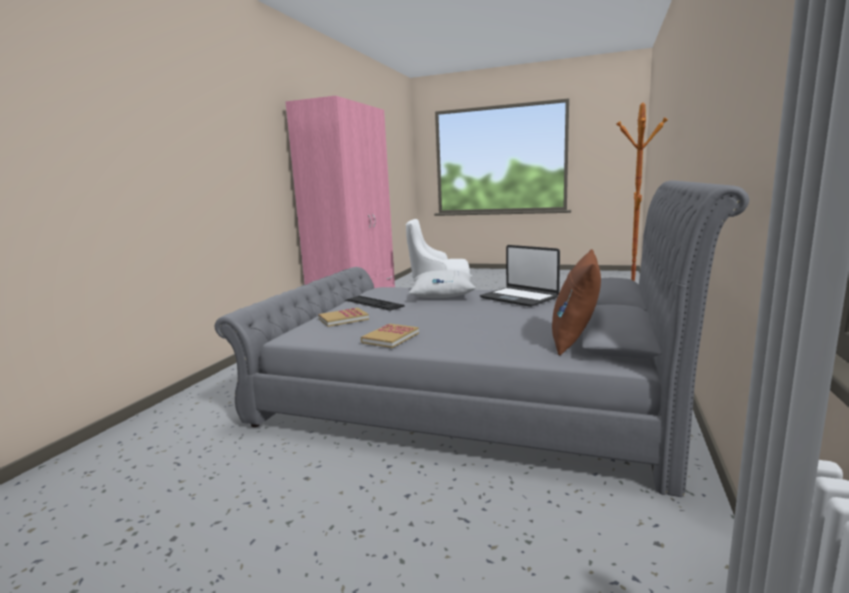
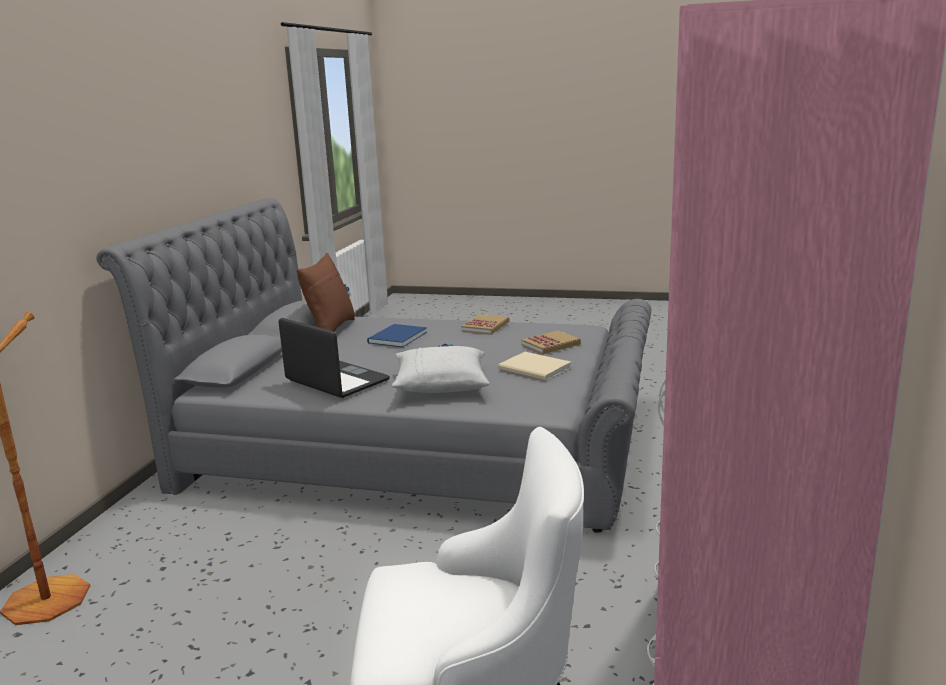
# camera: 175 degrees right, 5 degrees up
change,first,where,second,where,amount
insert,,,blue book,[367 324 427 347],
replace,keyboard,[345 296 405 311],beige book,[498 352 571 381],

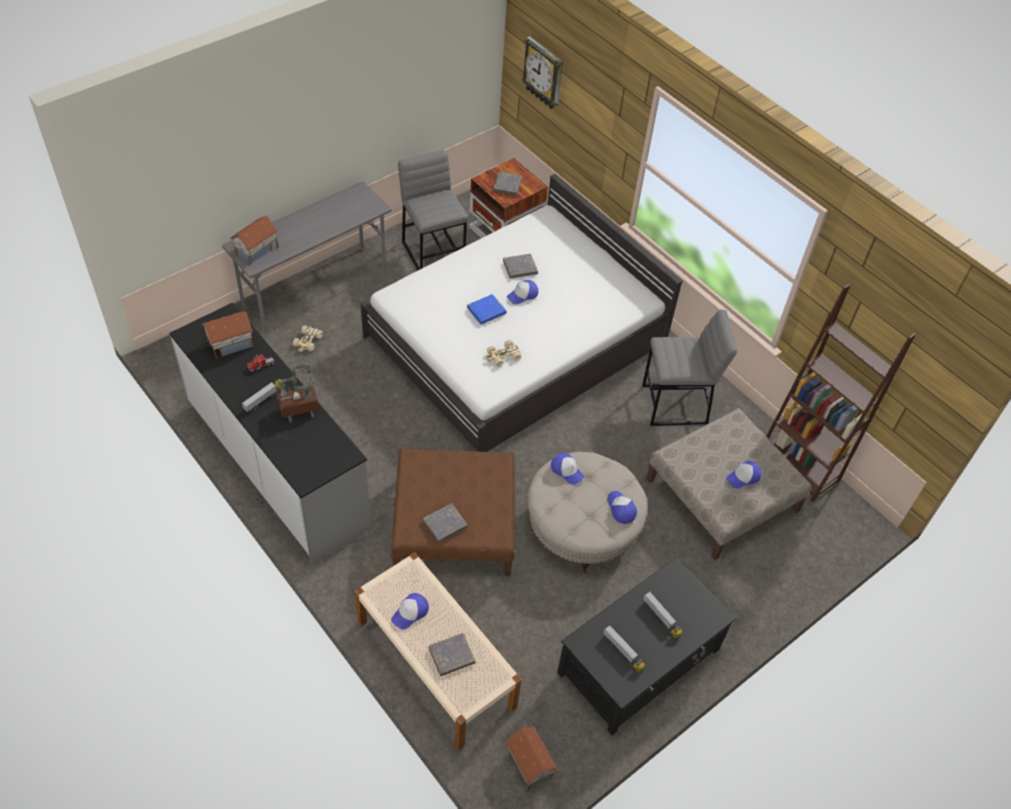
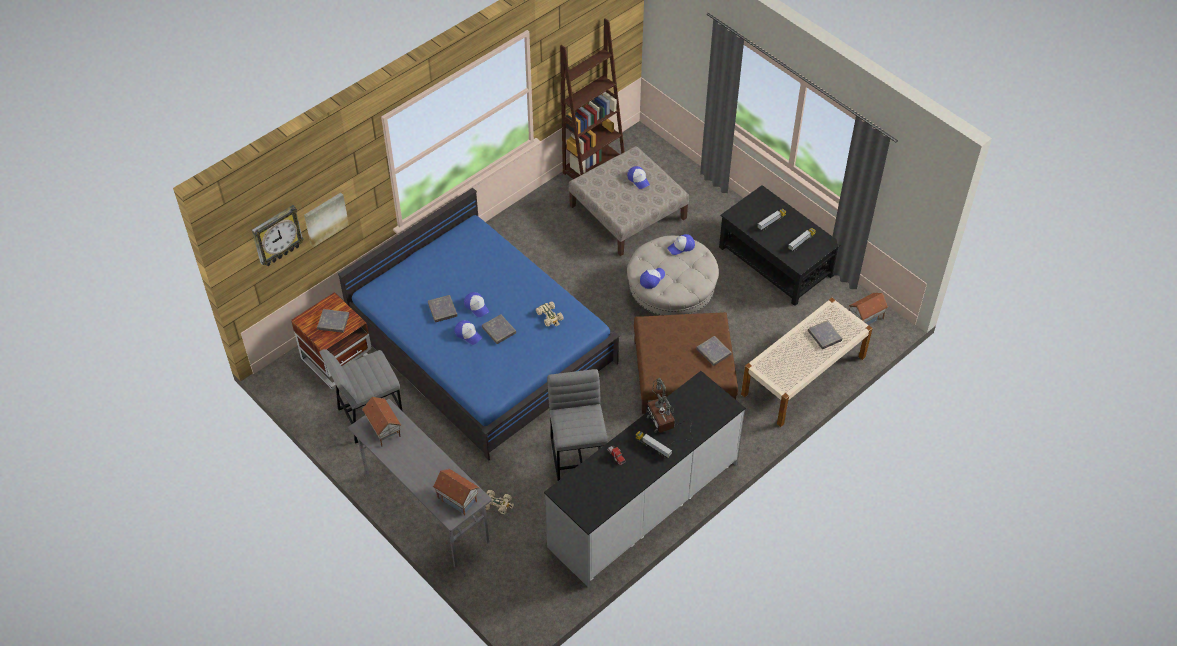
# camera: 90 degrees left, 0 degrees up
change,first,where,second,where,amount
insert,,,picture,[304 193 349 247],
recolor,white bed,[360 174 683 452],blue bed,[338 188 619 461],
move,toy house,[201 311 253 359],,[362 397 401 447],
move,cap,[391 593 429 629],,[455 320 482 345],
recolor,blue book,[467 294 507 324],grey book,[482 315 516 344],
move,grey chair,[642 310 737 426],,[547 369 608 481],

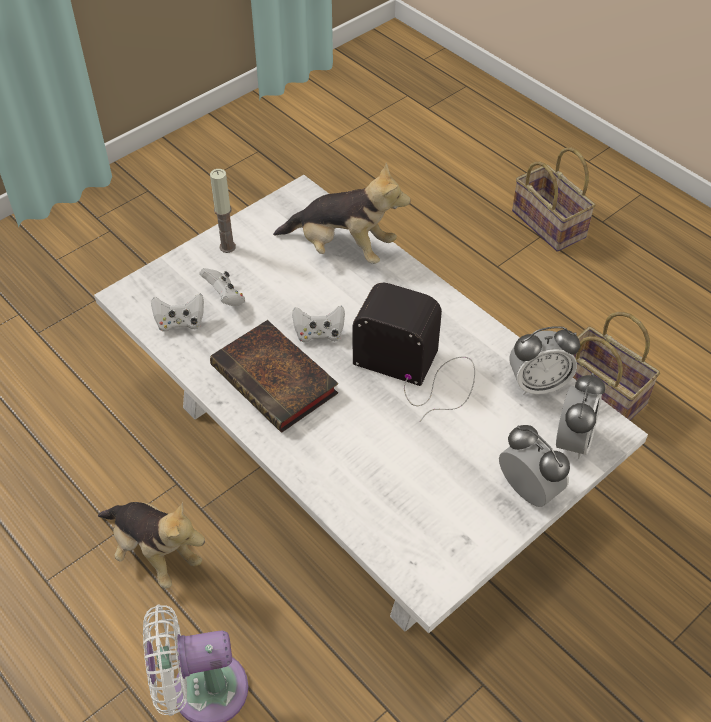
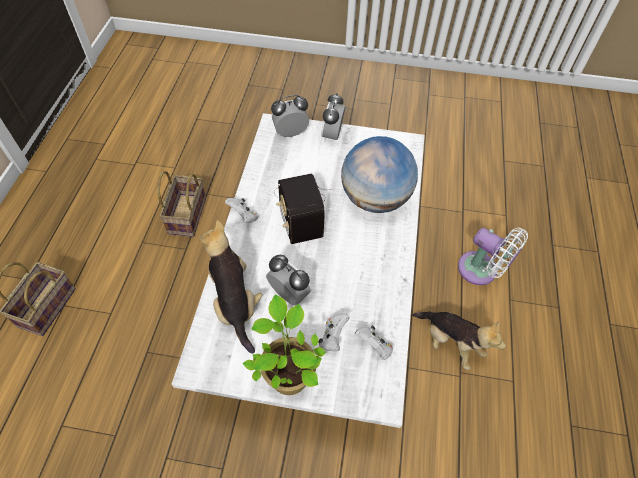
# camera: 130 degrees left, 5 degrees up
change,first,where,second,where,amount
move,white game controller,[292 305 345 343],,[225 198 258 223],
replace,candle,[210 169 236 253],potted plant,[243 295 326 395],
move,alarm clock,[509 326 580 395],,[266 255 312 306],
insert,,,globe,[341 136 418 213],
rotate,plush toy,[98 502 205 589],,[412 312 506 370],135 degrees clockwise
delete,book,[210 320 338 433],,,

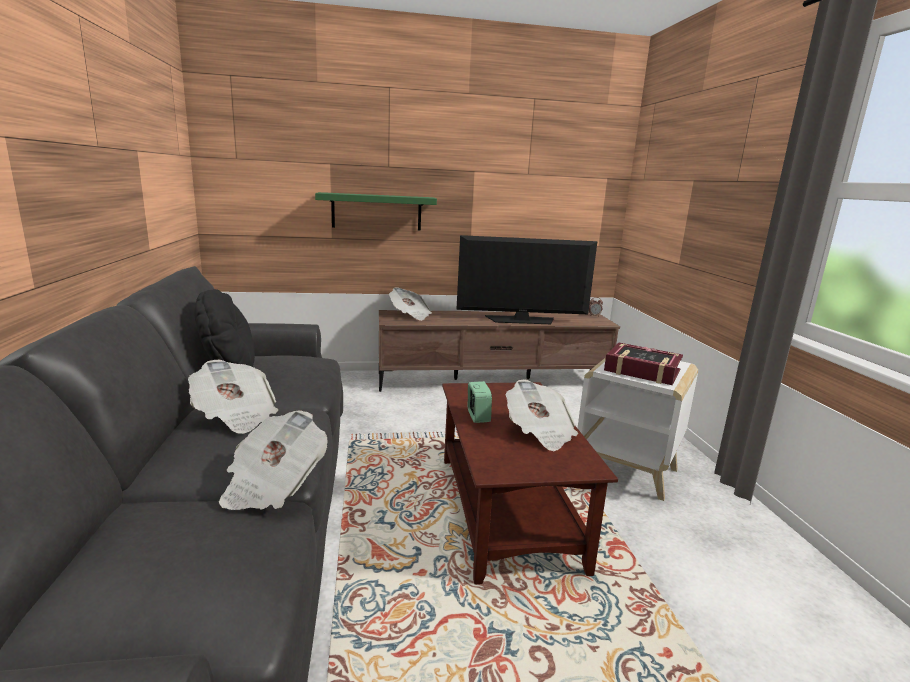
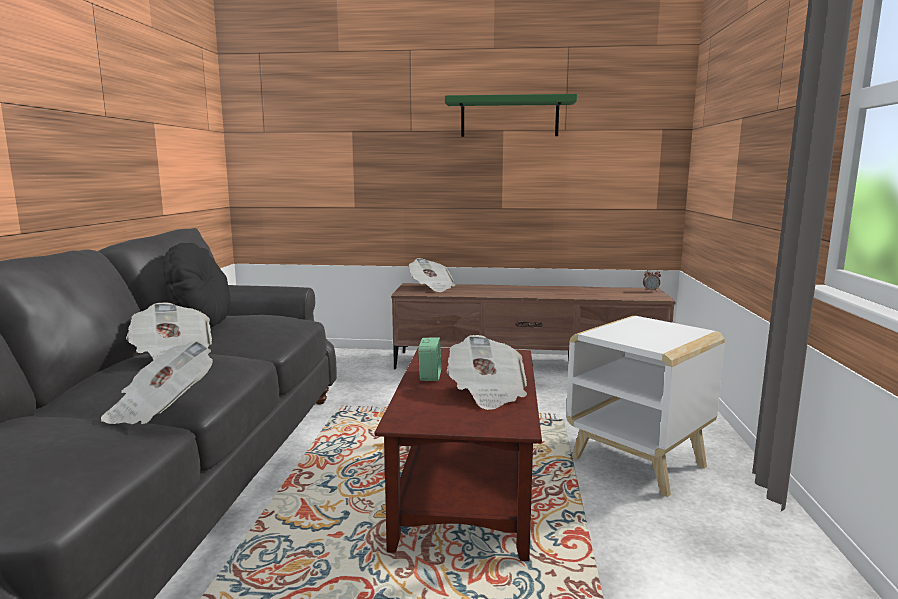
# camera: 15 degrees right, 5 degrees down
change,first,where,second,where,amount
move,green shelf,[315 192 437 231],,[445 94 577 137],
delete,television,[456 235 597 324],,,
delete,book,[604 343 683 385],,,

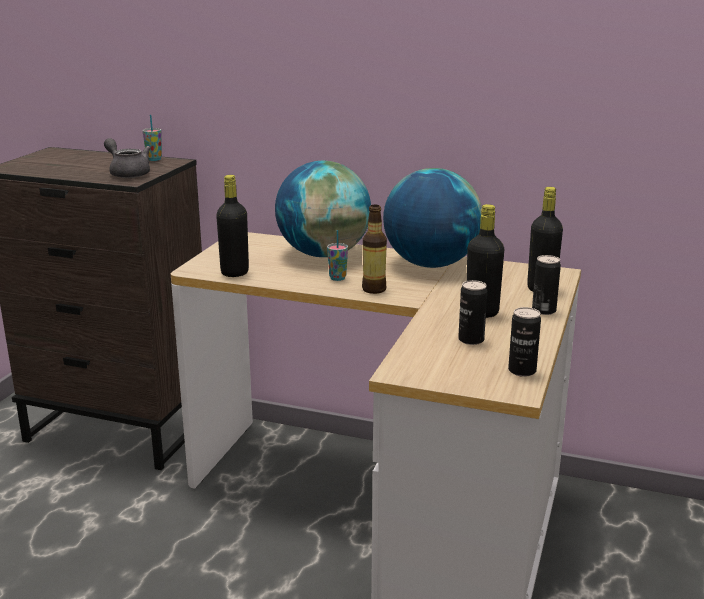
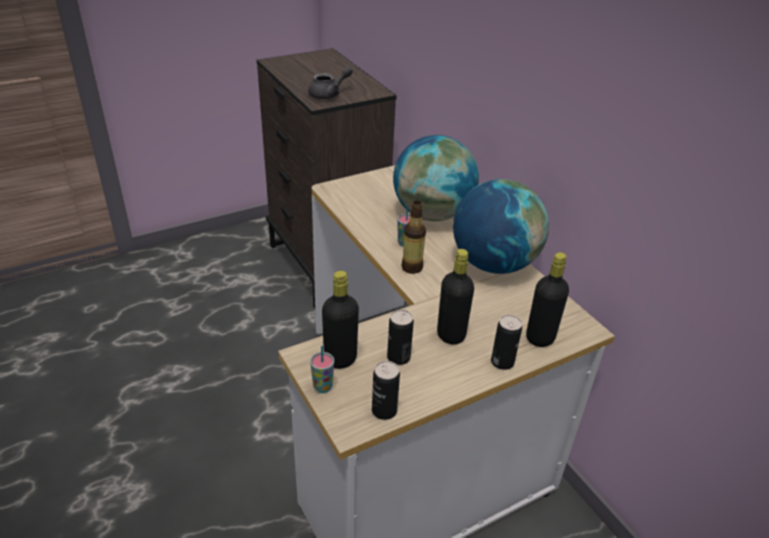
# camera: 40 degrees right, 15 degrees up
change,first,where,second,where,amount
rotate,grey teapot,[104 138 151 178],,[308 66 353 99],60 degrees clockwise
move,cup,[143 115 162 161],,[310 346 334 393],
move,black bottle,[216 175 249 277],,[322 271 359 369],

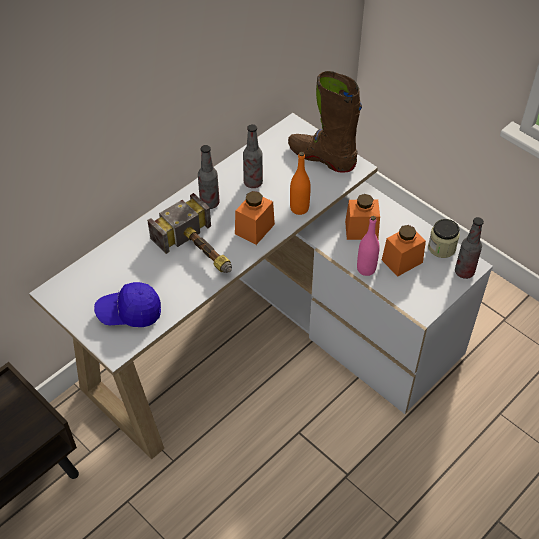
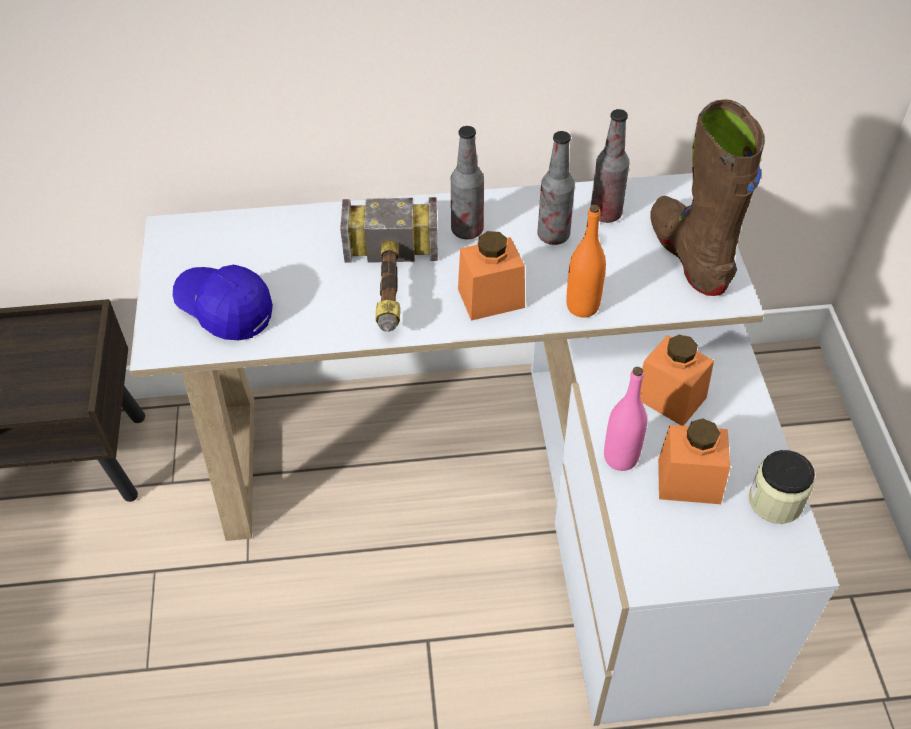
# camera: 40 degrees right, 0 degrees up
change,first,where,second,where,amount
move,bottle,[455 217 484 279],,[591 109 630 223],

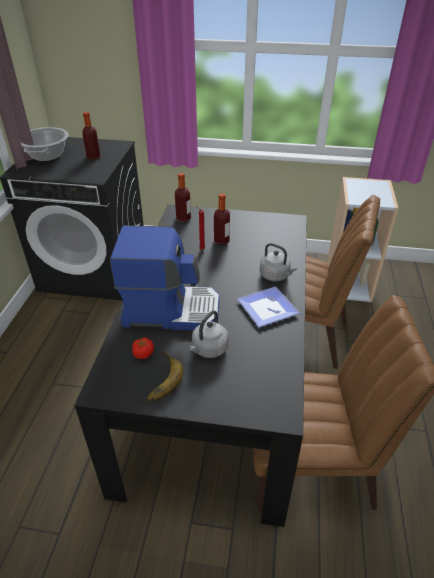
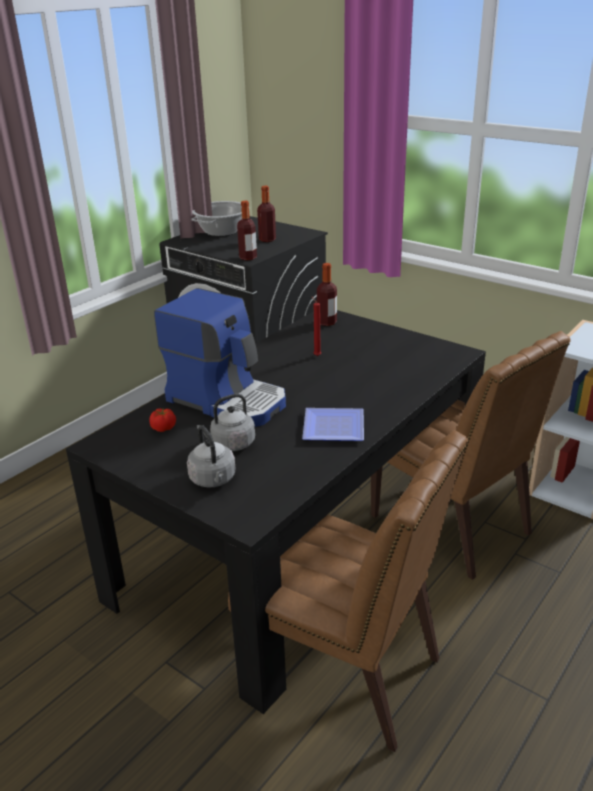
# camera: 30 degrees right, 10 degrees down
change,first,where,second,where,amount
move,grey kettle,[260 243 297 281],,[187 425 236 487],
move,bottle,[214 193 230 245],,[237 201 257 261],
delete,banana,[146 351 183 402],,,

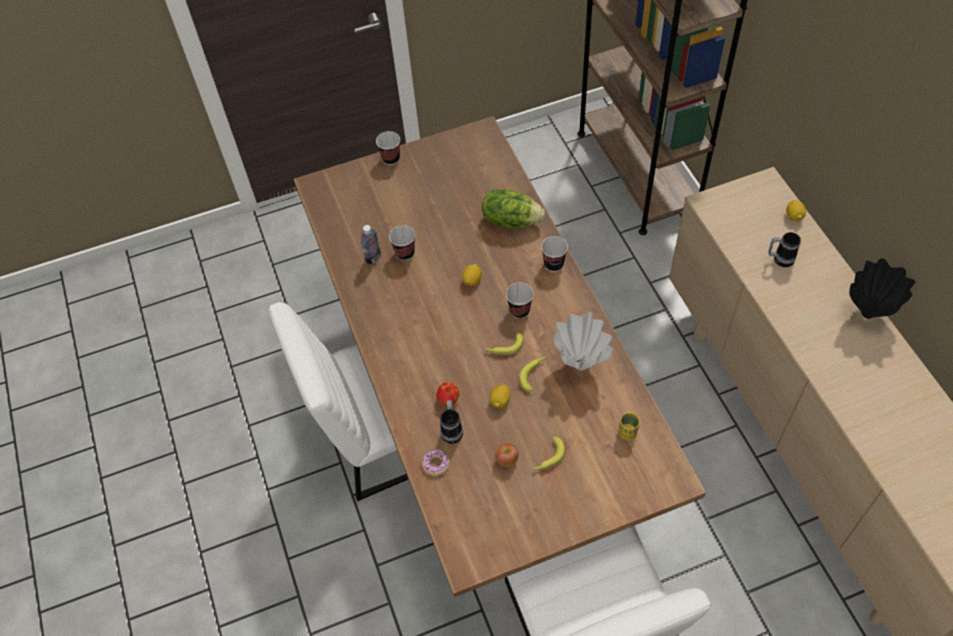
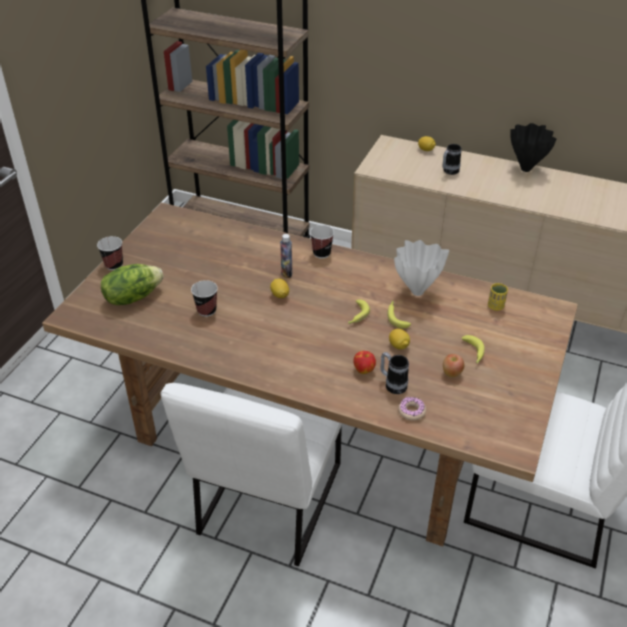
# camera: 50 degrees left, 15 degrees down
change,first,where,second,where,amount
move,lettuce,[482 189 545 228],,[101 264 163 305],
move,bottle,[361 225 381 265],,[280 234 292 278],
delete,cup,[506 283 533 319],,,

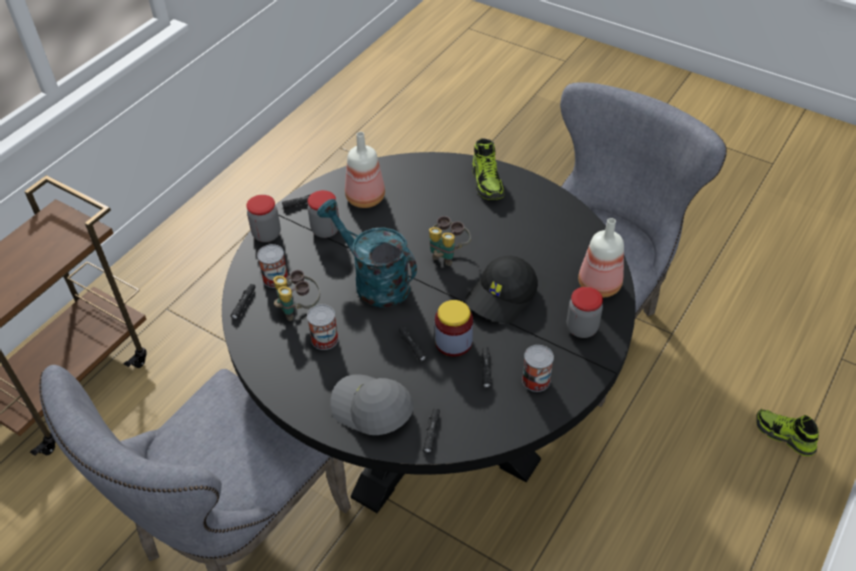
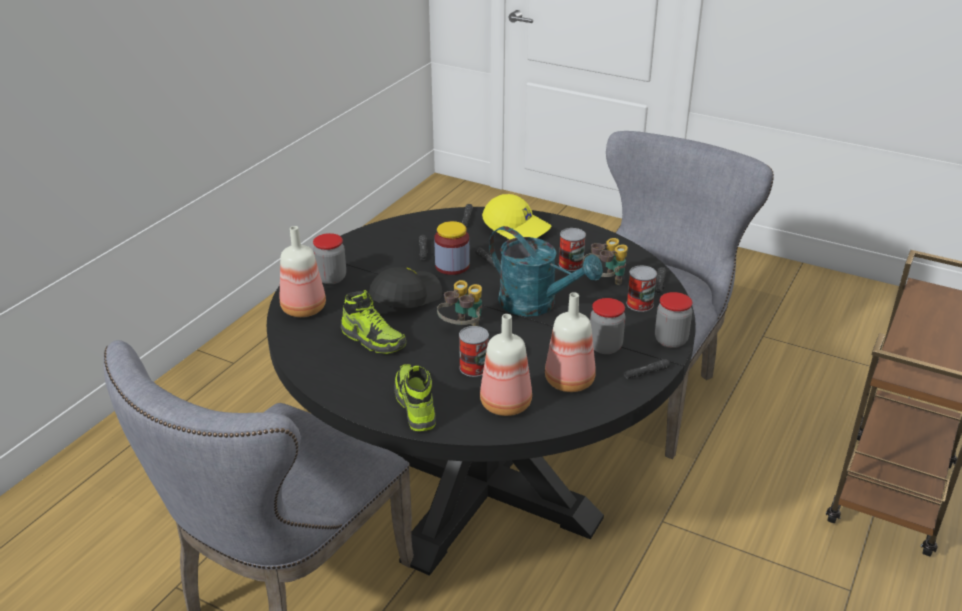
# camera: 175 degrees right, 15 degrees down
change,first,where,second,where,amount
move,shoe,[756 409 819 456],,[341 290 406 354],
move,can,[522 345 554 392],,[459 326 489 377],
insert,,,bottle,[480 314 532 416],
recolor,grey cap,[331 374 414 435],yellow cap,[482 194 551 239],

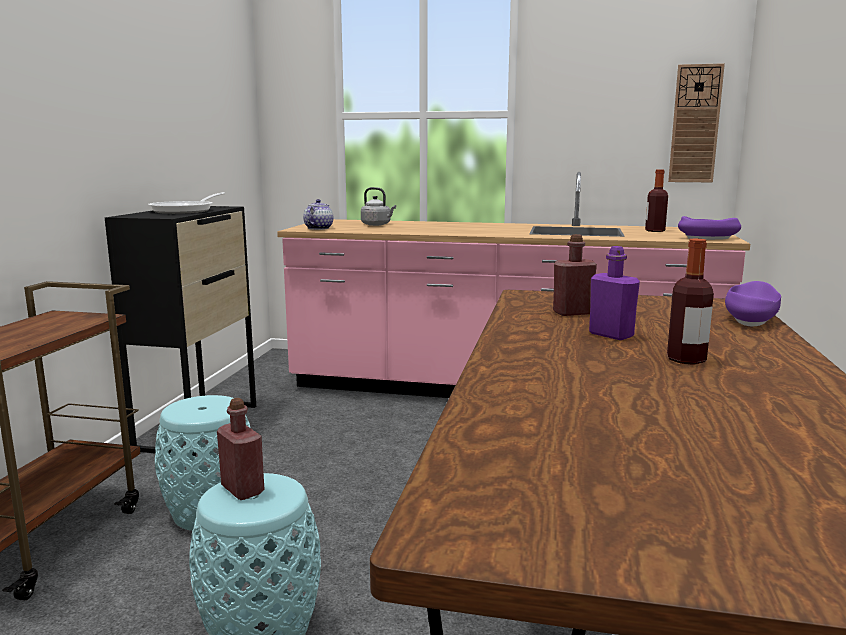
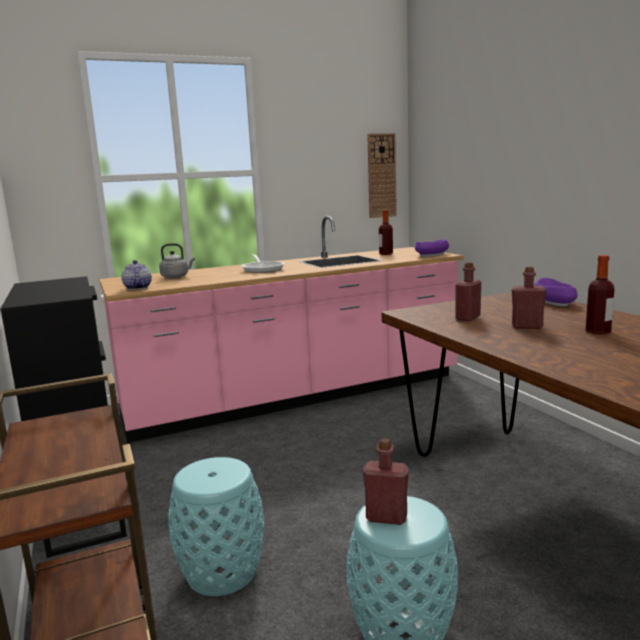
# camera: 35 degrees left, 0 degrees up
change,first,where,second,where,amount
move,frying pan,[148 192 225 214],,[242 254 285 273],
recolor,purple bottle,[589 246 640 340],red bottle,[512 266 546 329],

